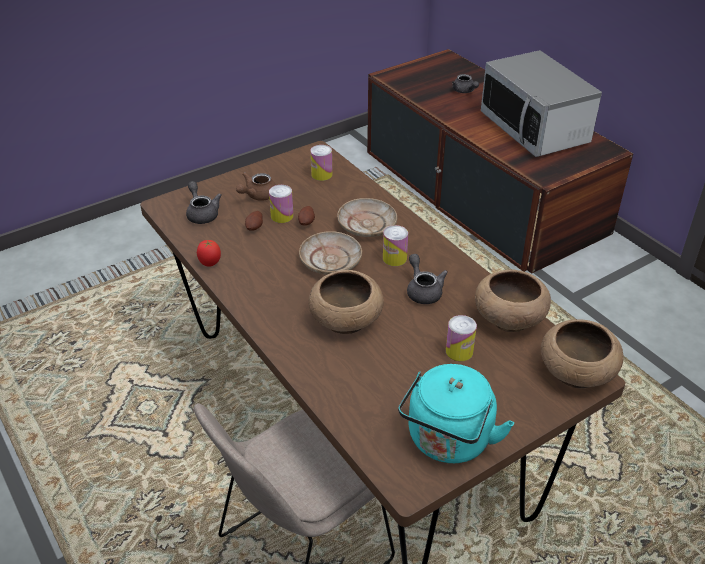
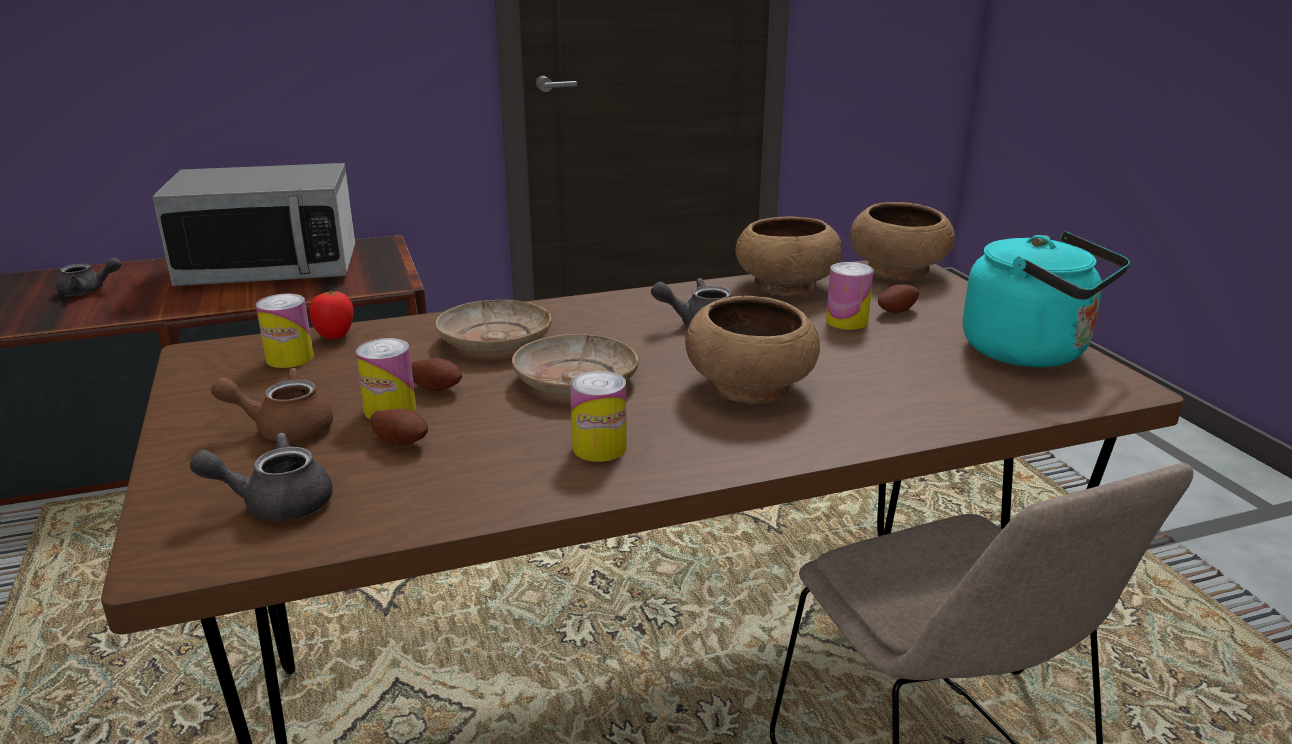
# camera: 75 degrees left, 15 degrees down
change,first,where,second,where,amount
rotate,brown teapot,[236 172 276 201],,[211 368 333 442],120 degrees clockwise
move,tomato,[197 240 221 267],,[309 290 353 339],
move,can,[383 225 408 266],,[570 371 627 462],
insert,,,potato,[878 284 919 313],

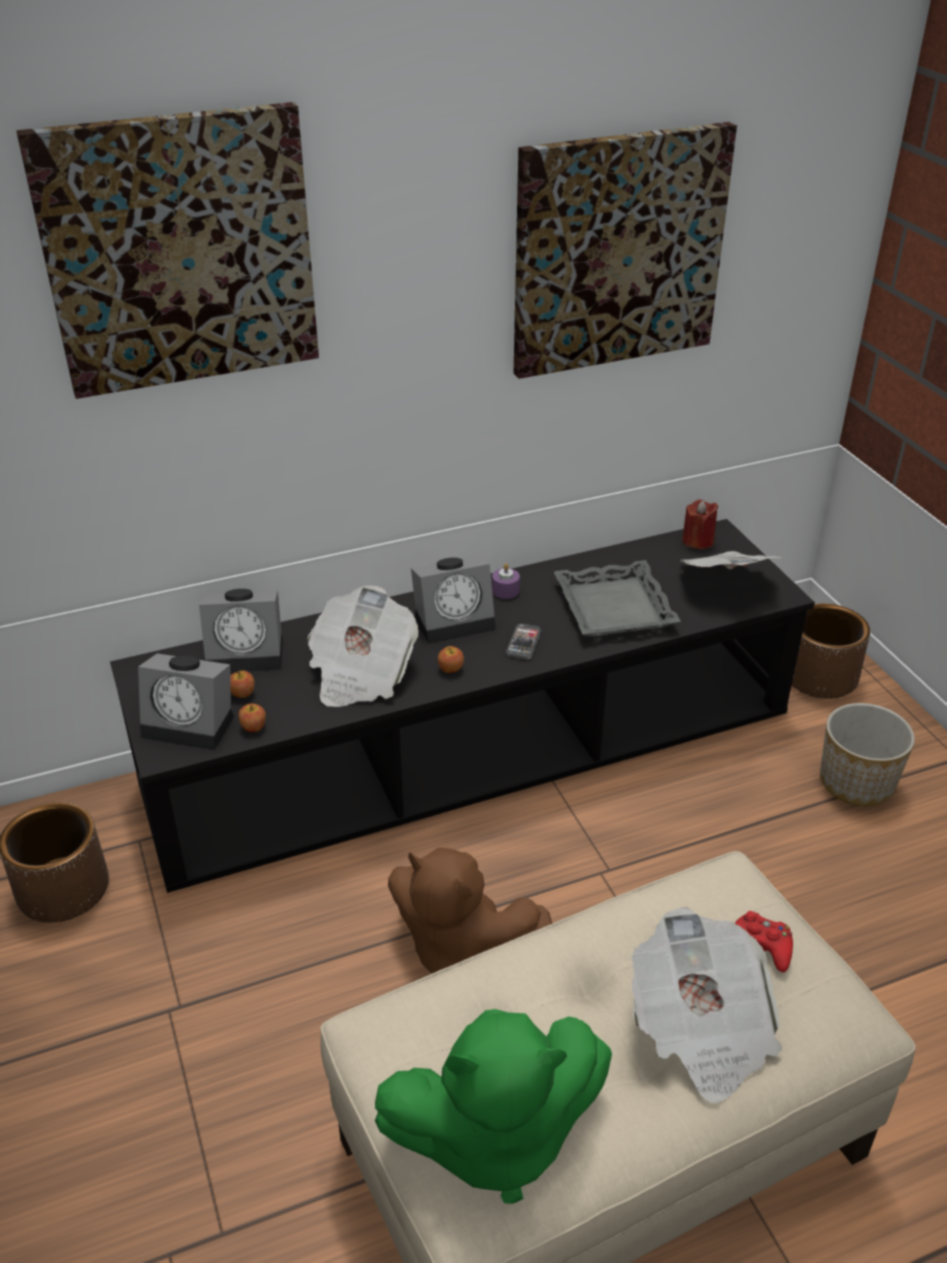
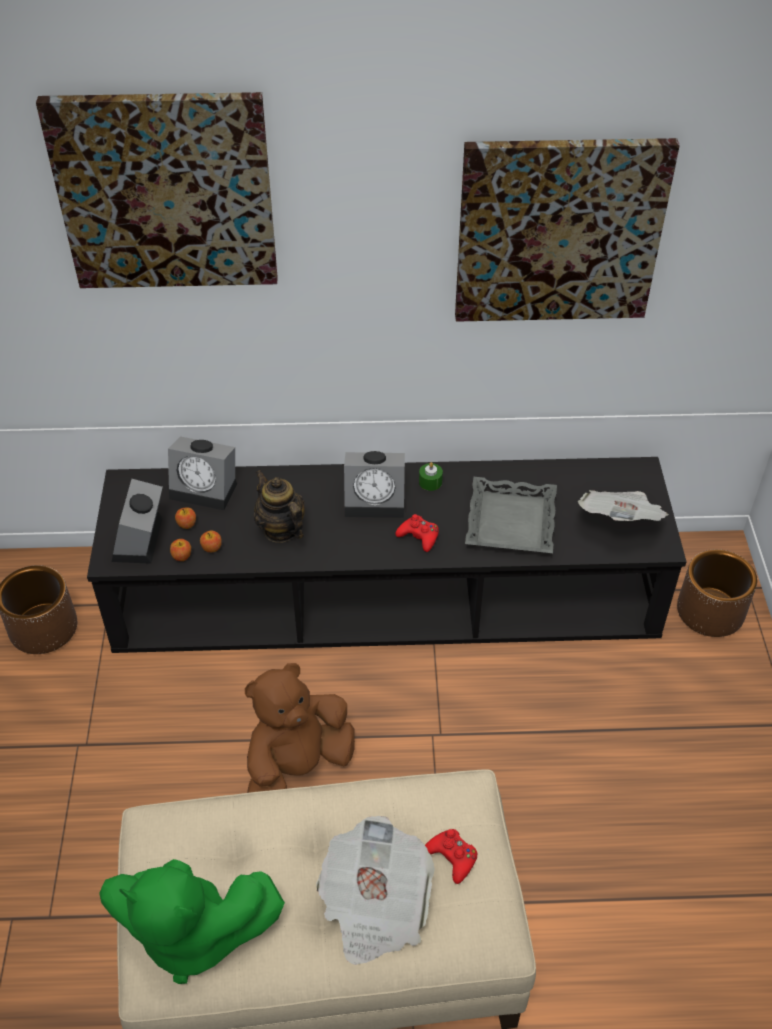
# camera: 20 degrees right, 10 degrees up
change,first,where,second,where,amount
rotate,alarm clock,[138 653 234 750],,[112 479 163 564],60 degrees clockwise
move,apple,[438 646 464 673],,[200 530 222 552],
rotate,brown plush toy,[388 848 552 973],,[245 663 355 793],90 degrees clockwise
replace,newspaper,[307 585 419 707],teapot,[254 470 305 543],
replace,phone,[506 624 541 660],red game controller,[395 514 439 552],
recolor,purple candle,[492 563 520 599],green candle,[419 462 443 491],
delete,red candle,[682 500 718 549],,,
delete,planter,[820 703 915 806],,,

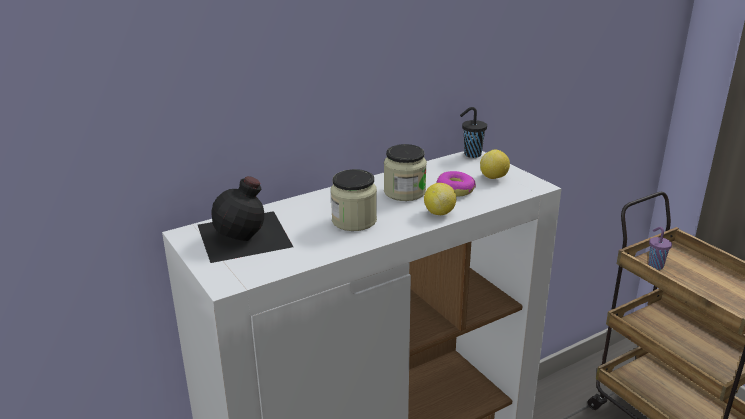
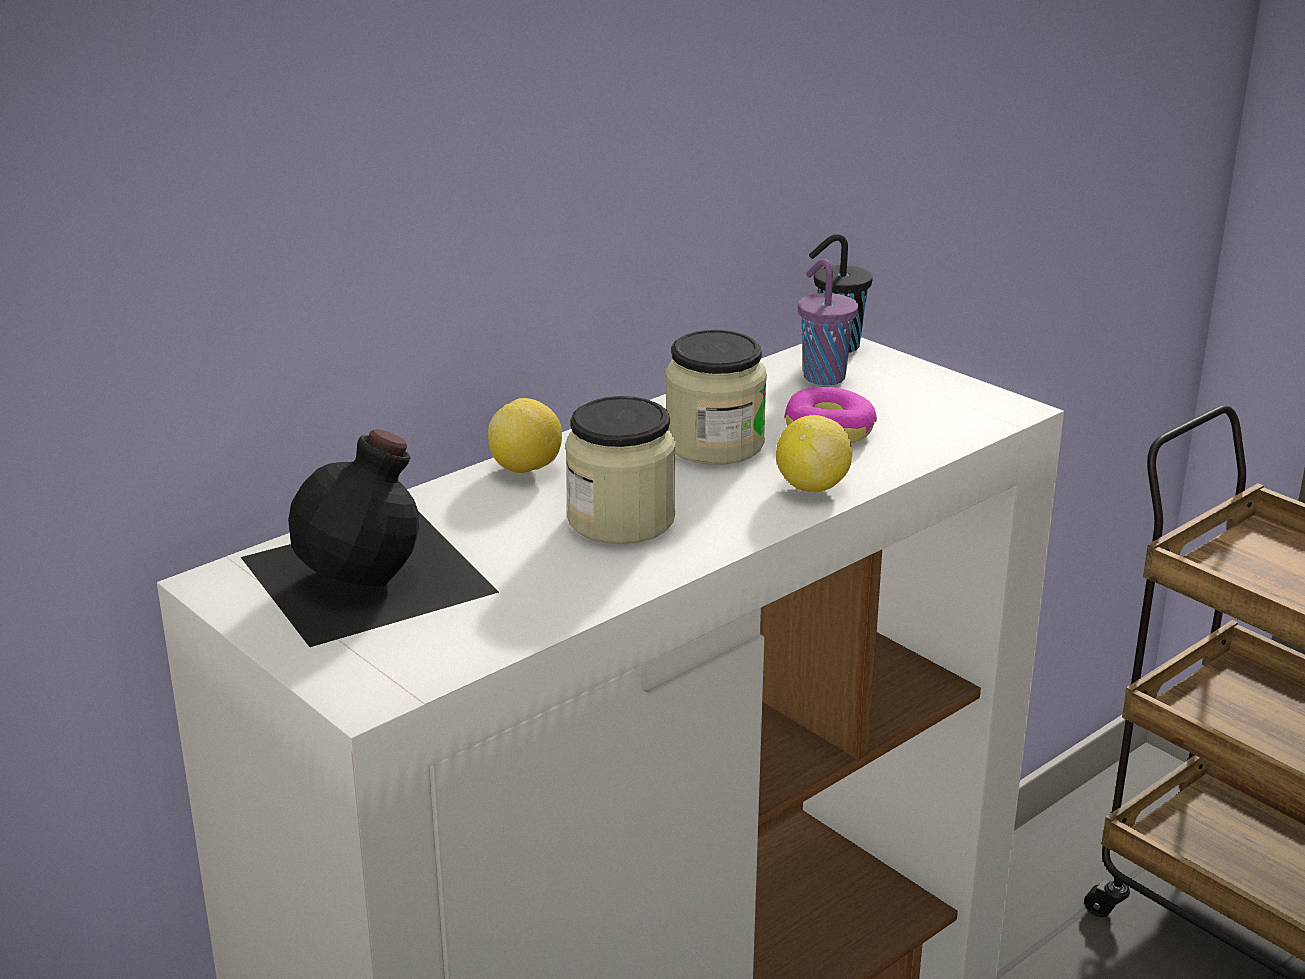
# camera: 10 degrees left, 0 degrees up
change,first,where,second,where,amount
move,lemon,[480 150 510 179],,[488 398 562 473],
move,purple cup,[648 227 672 270],,[798 259 859 385],

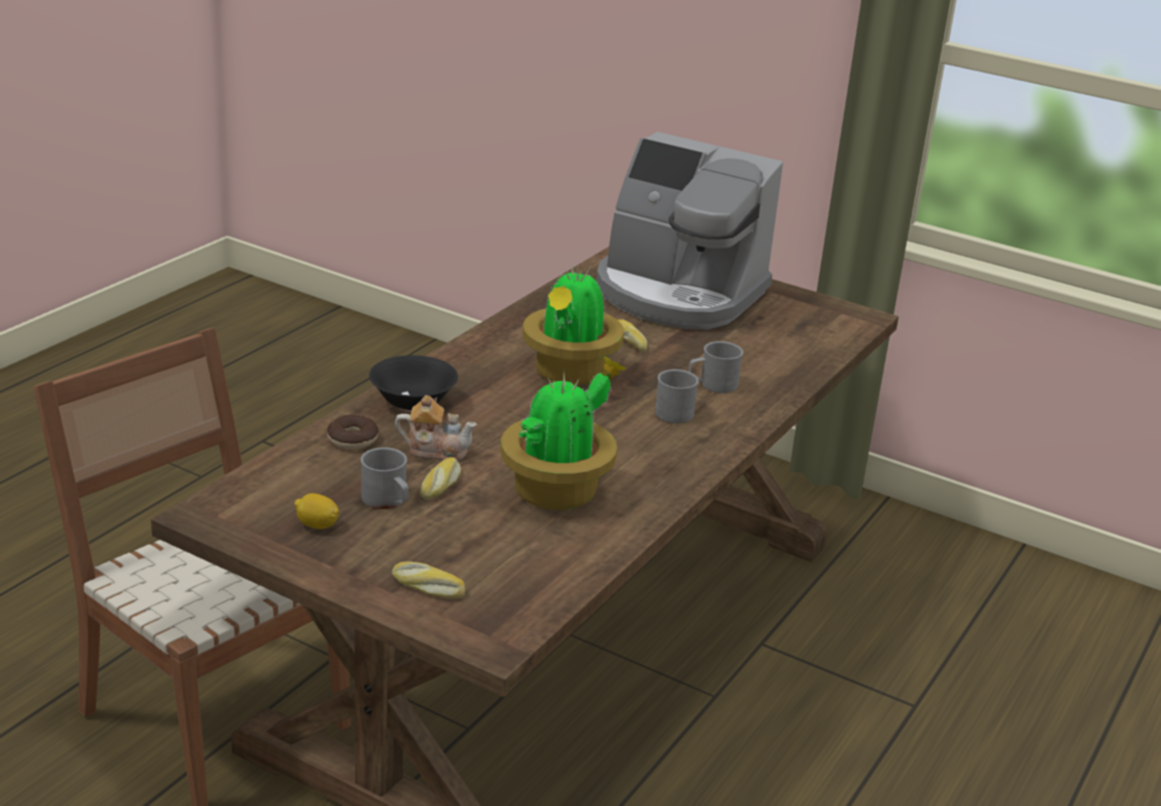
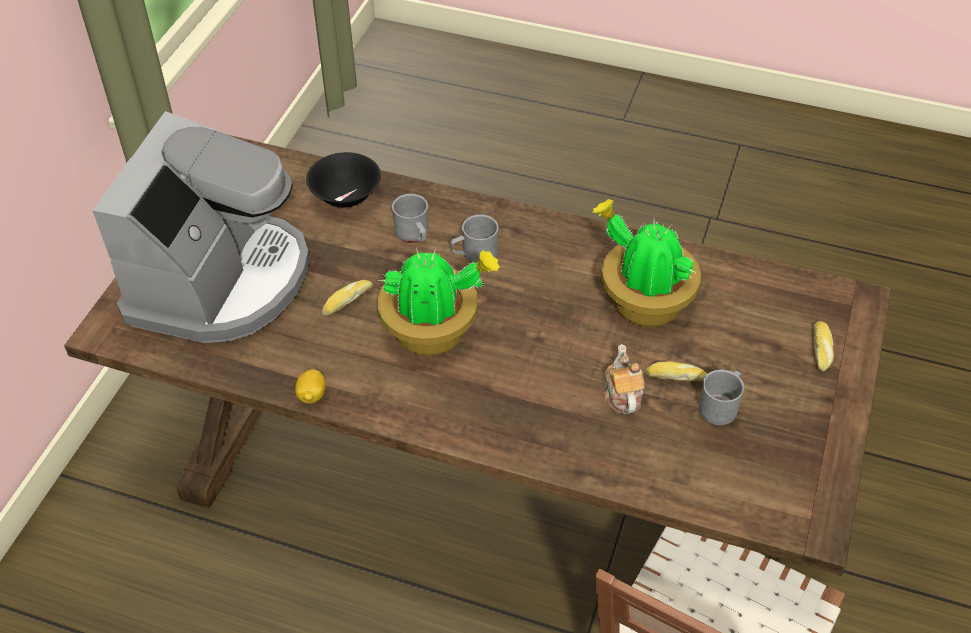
# camera: 100 degrees left, 20 degrees up
change,first,where,second,where,amount
move,lemon,[294 493 340 529],,[295 369 326 404],
move,black bowl,[369 355 458 412],,[306 152 381 207],
delete,donut,[327 414 379 450],,,

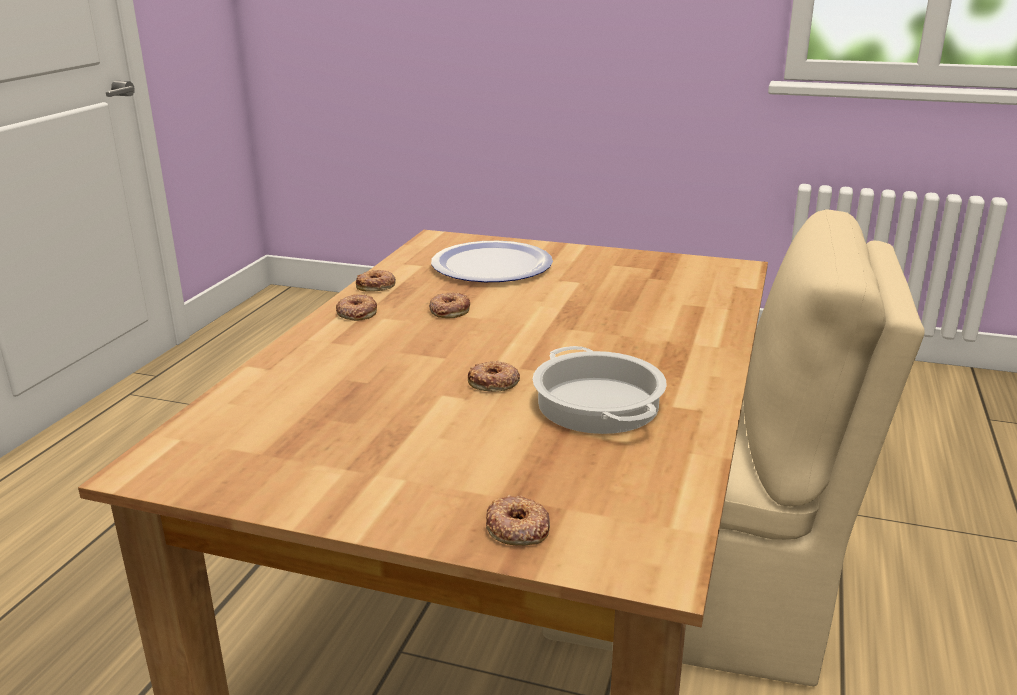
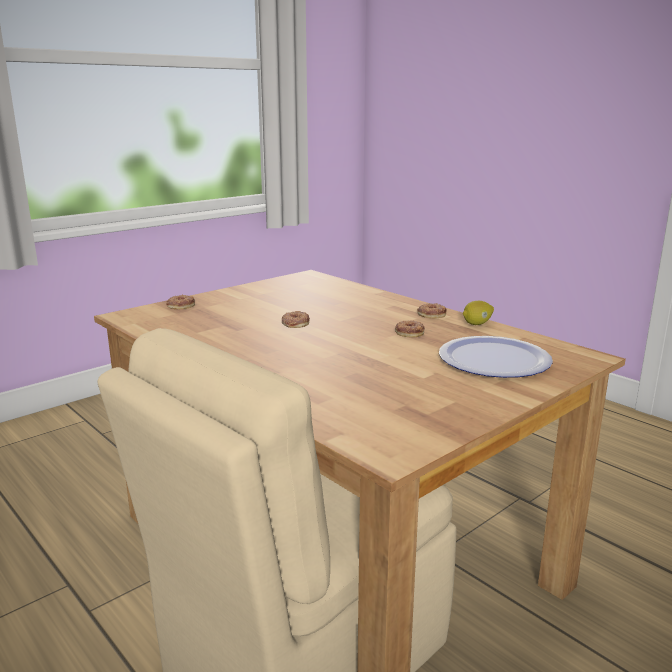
# camera: 120 degrees right, 5 degrees down
change,first,where,second,where,amount
replace,donut,[356 270 396 292],lemon,[463 301 494 325],
delete,cooking pot,[533 346 667 434],,,

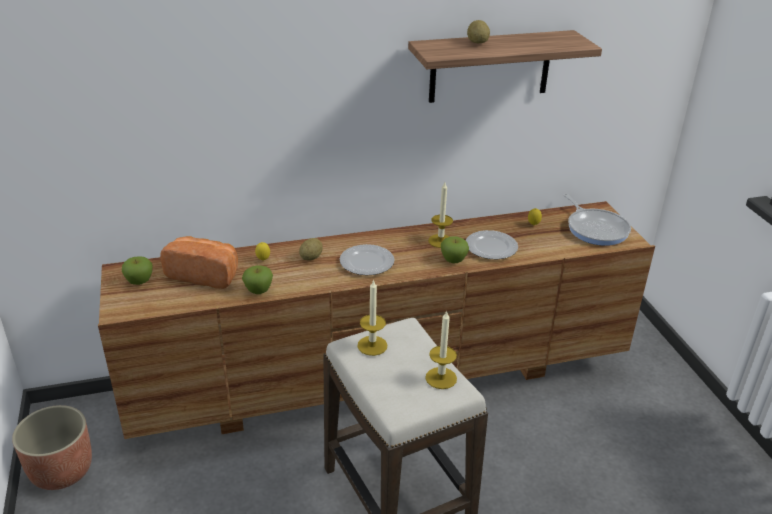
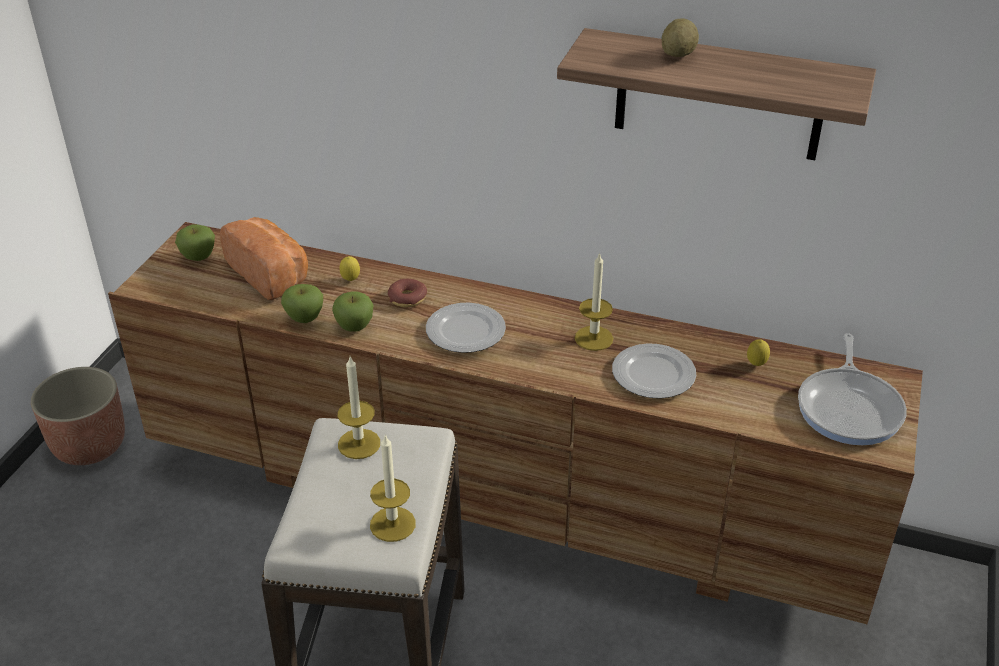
# camera: 35 degrees right, 5 degrees up
change,first,where,second,where,amount
move,apple,[441 236 469 263],,[332 292 374 332],
replace,potato,[299 238 323 261],donut,[388 279 427 307],

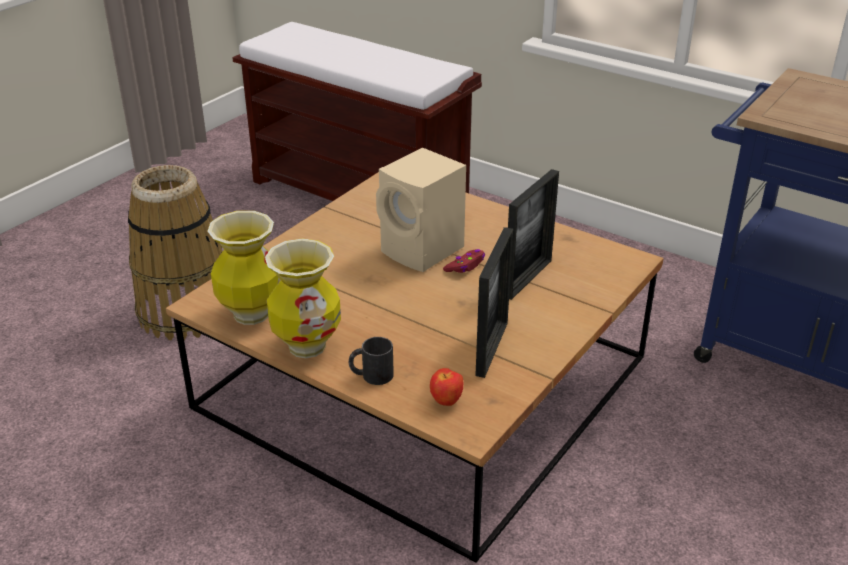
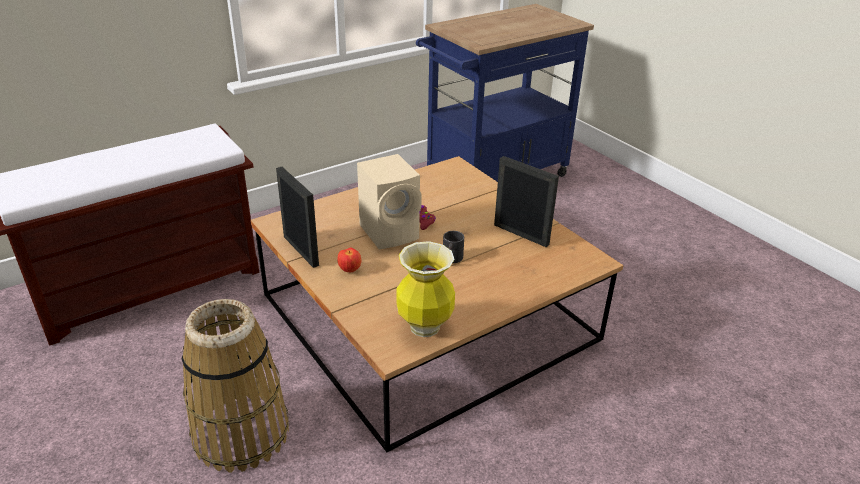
# camera: 70 degrees left, 0 degrees up
change,first,where,second,where,amount
move,picture frame,[508 169 559 300],,[276 167 319 268],
move,apple,[430 368 463 406],,[337 248 361 272],
move,black mug,[349 337 394 385],,[443 231 464 263],
delete,vase,[265 238 341 358],,,

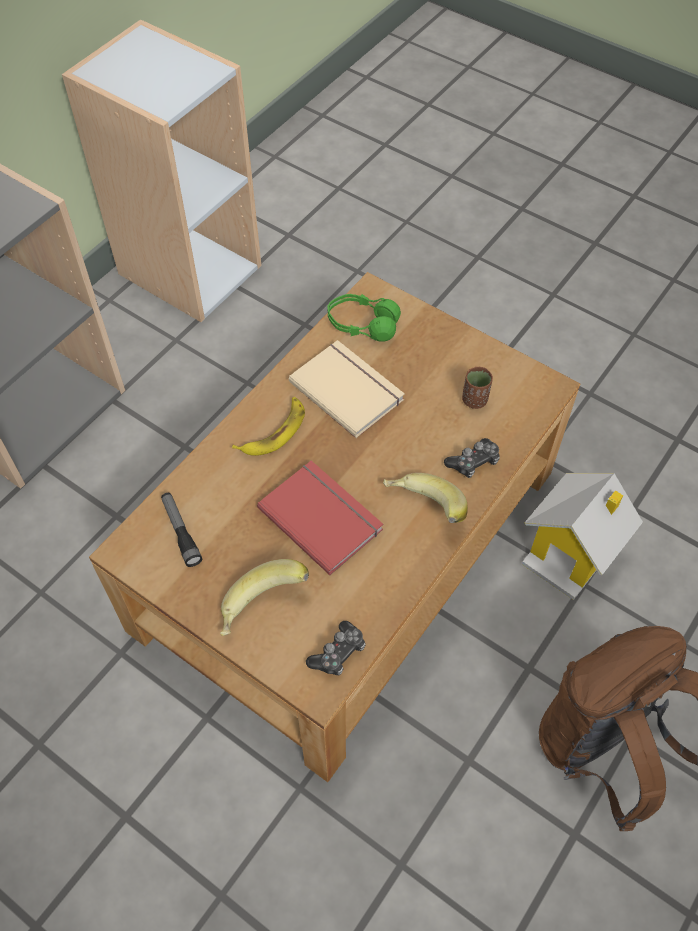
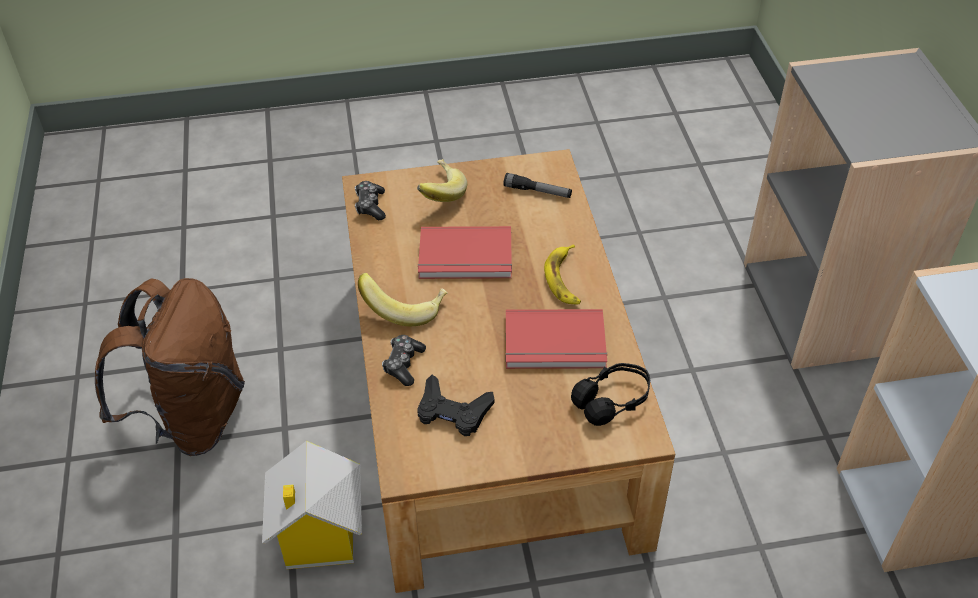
# camera: 135 degrees right, 10 degrees down
change,first,where,second,where,amount
replace,brown cup,[462 367 493 409],black game controller,[417 374 495 436],
recolor,beige book,[289 340 405 438],red book,[505 309 607 369],
recolor,green headphones,[328 294 401 342],black headphones,[571 363 650 426],

